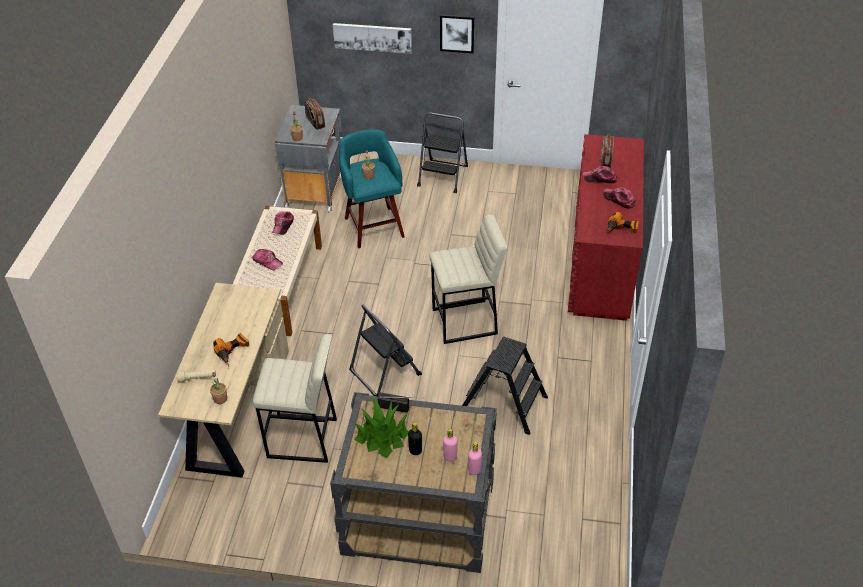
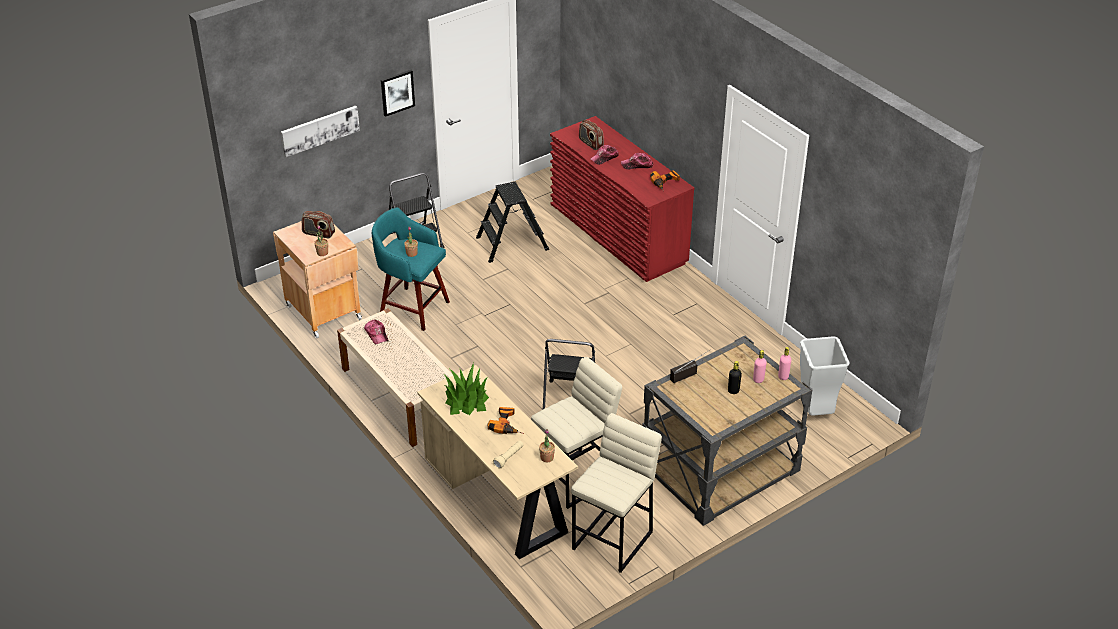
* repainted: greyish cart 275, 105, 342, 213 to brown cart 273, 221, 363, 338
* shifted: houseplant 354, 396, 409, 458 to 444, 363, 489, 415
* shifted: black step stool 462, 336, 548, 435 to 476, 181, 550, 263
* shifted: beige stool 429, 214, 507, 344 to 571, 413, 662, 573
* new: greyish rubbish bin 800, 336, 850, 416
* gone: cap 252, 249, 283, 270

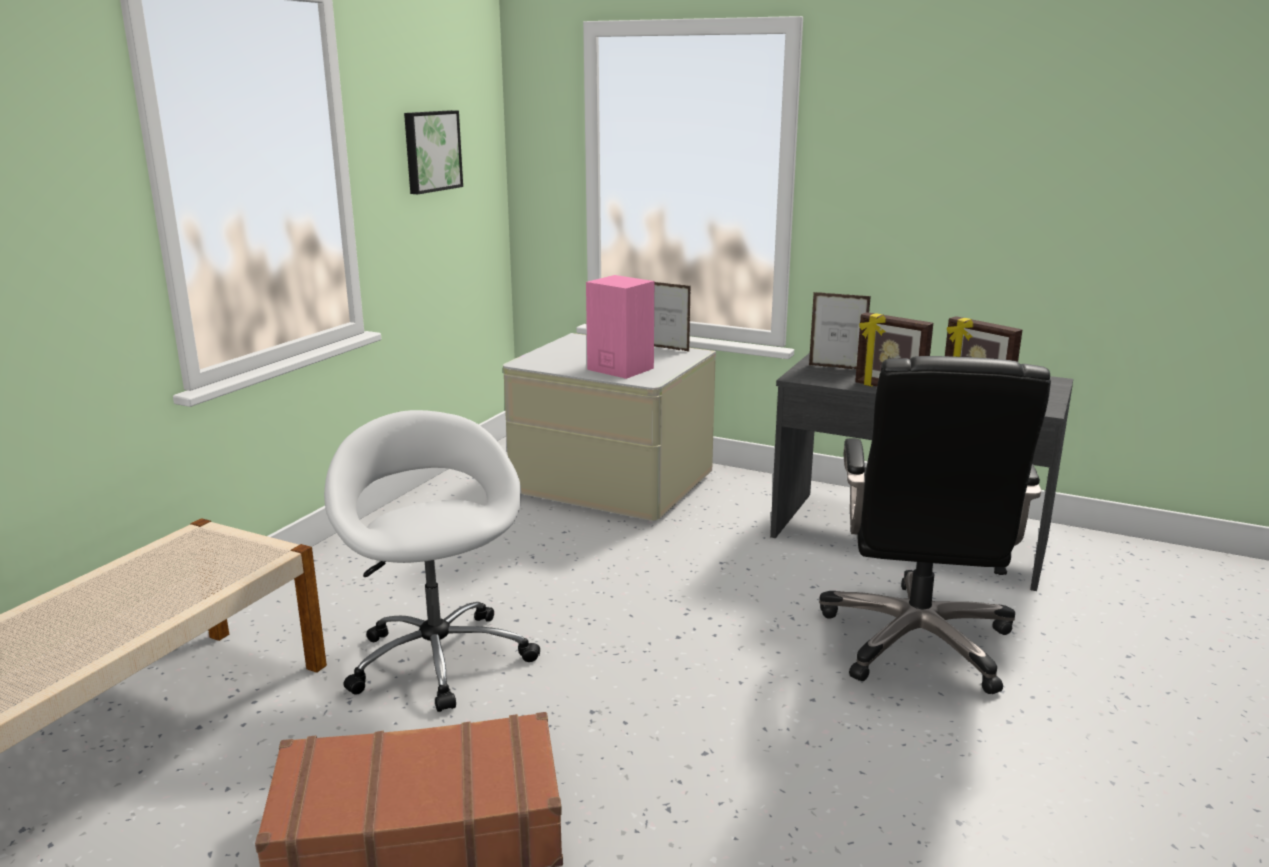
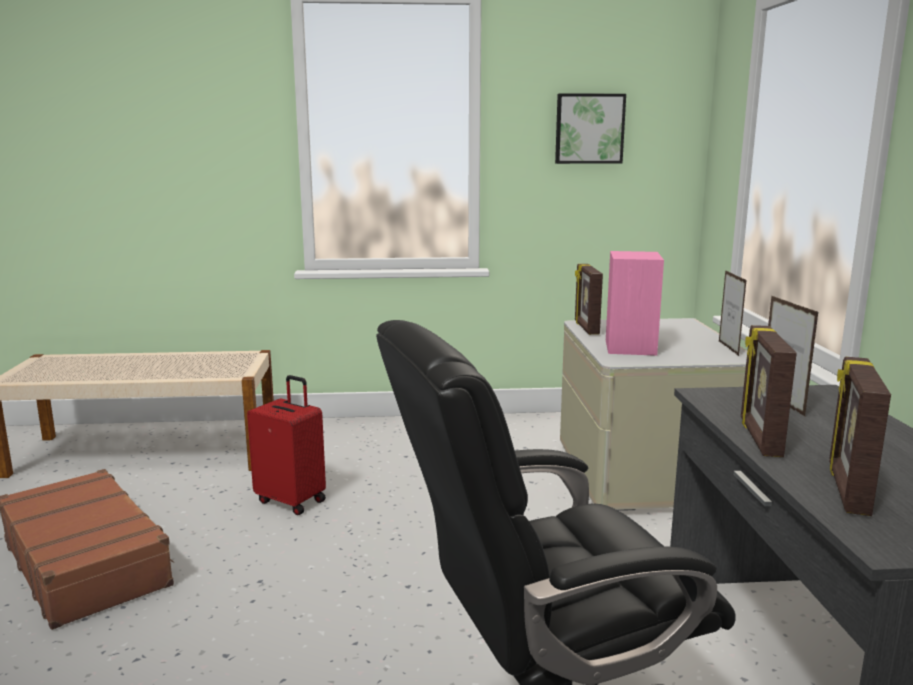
* swapped: white-coloured office chair 324, 410, 540, 712 to red piece of luggage 247, 375, 326, 515
* new: photo frame 575, 264, 603, 335

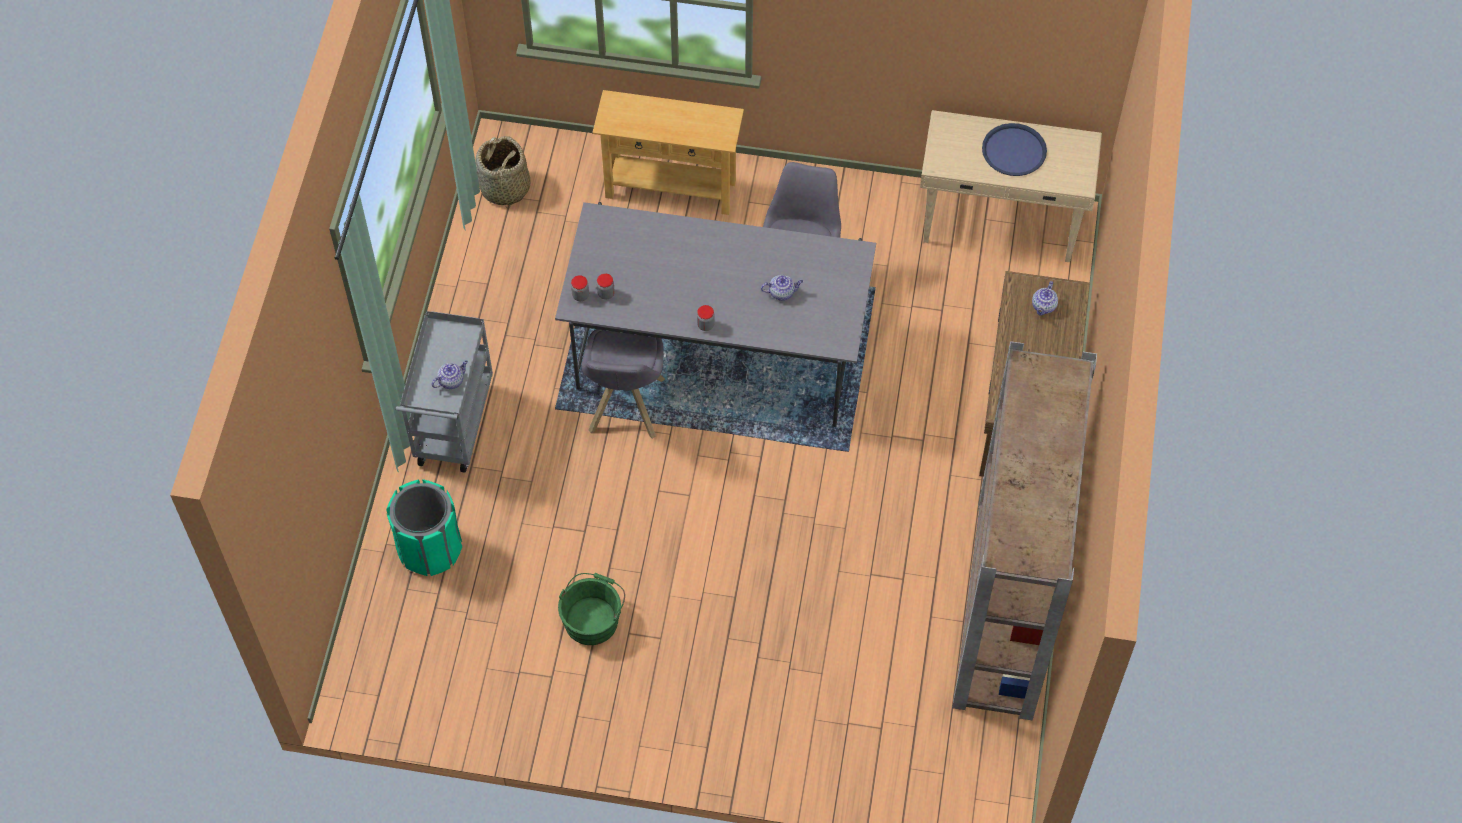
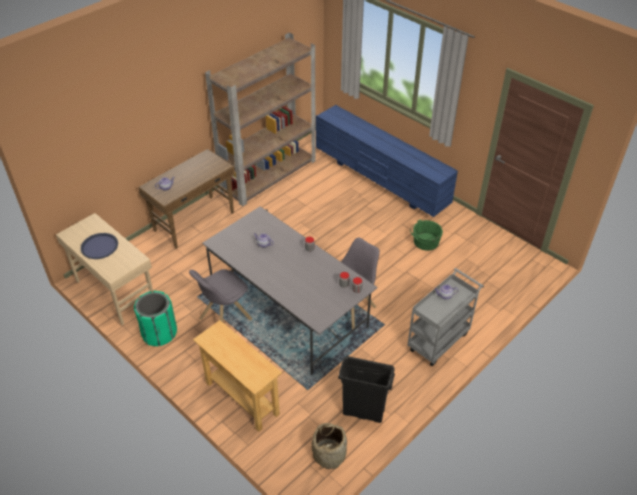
* shifted: green rubbish bin 386, 479, 462, 576 to 134, 291, 177, 346
* new: blue-coloured cupboard 316, 105, 458, 217
* new: black rubbish bin 338, 356, 395, 423

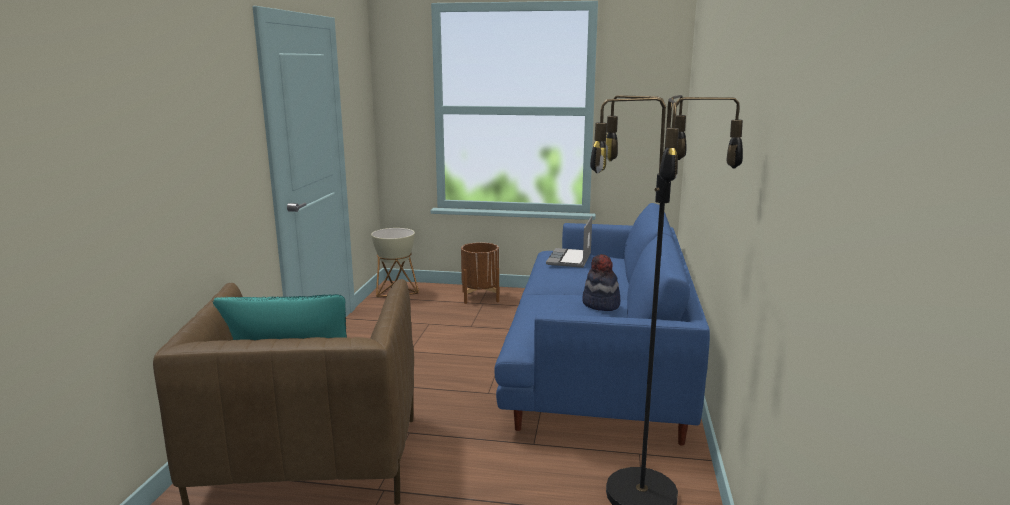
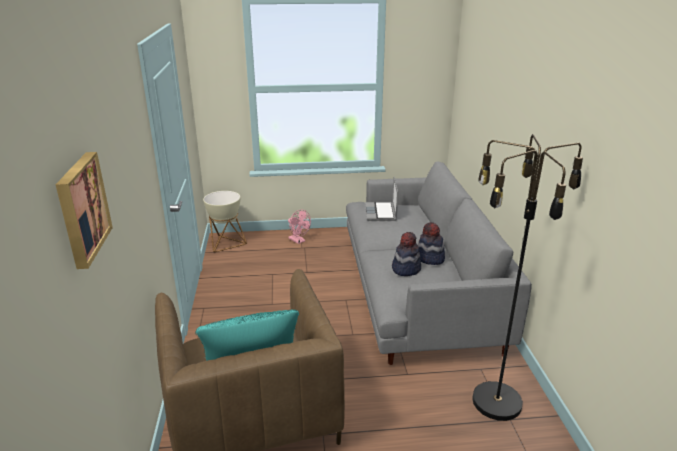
* new: picture 55, 152, 113, 269
* swapped: brown planter 461, 242, 499, 304 to pink-coloured fan 288, 210, 311, 244
* repainted: blue-coloured settee 494, 203, 710, 446 to greyish settee 346, 162, 532, 365
* new: clothing hat 392, 232, 421, 276

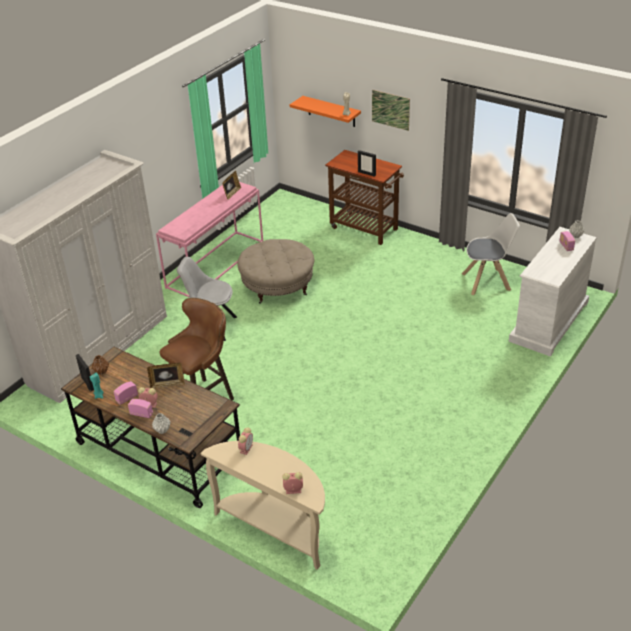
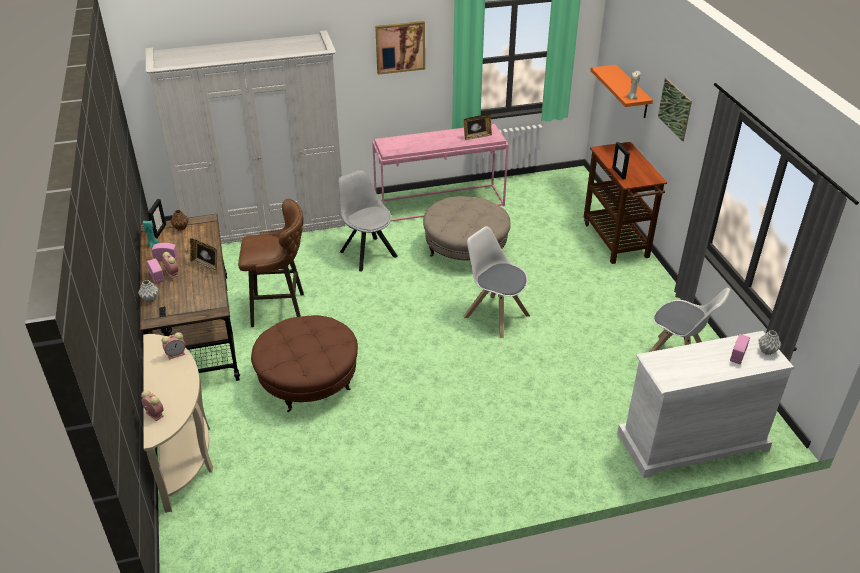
* new: brown ottoman 251, 315, 358, 412
* new: picture 375, 21, 425, 75
* new: upright chair 464, 226, 530, 338

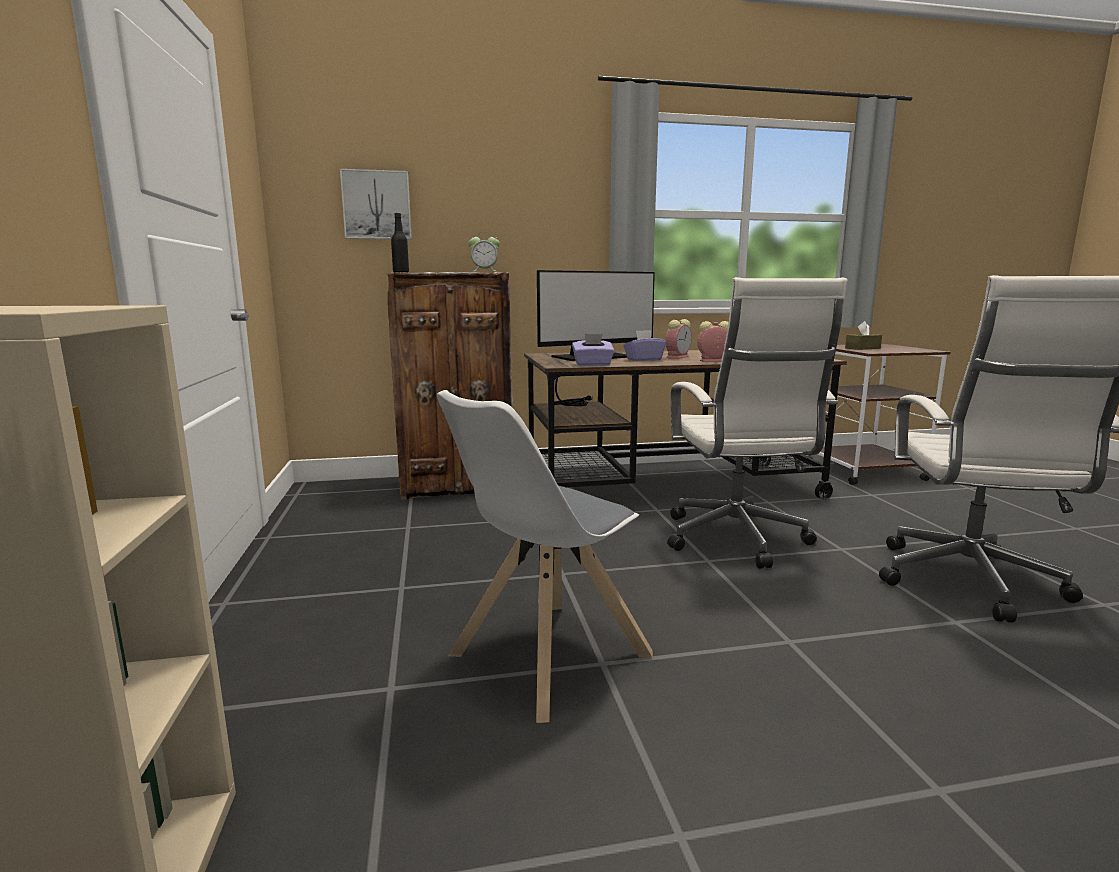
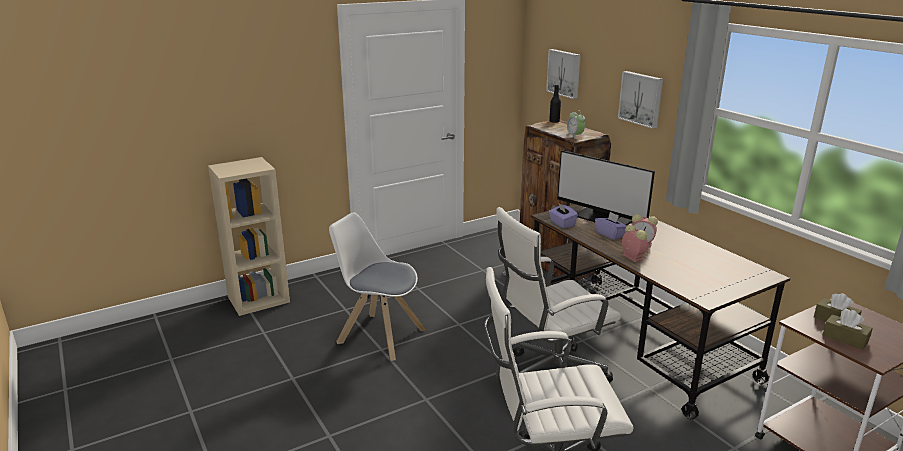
* new: picture 618, 71, 663, 129
* new: brown tissue box 823, 310, 873, 349

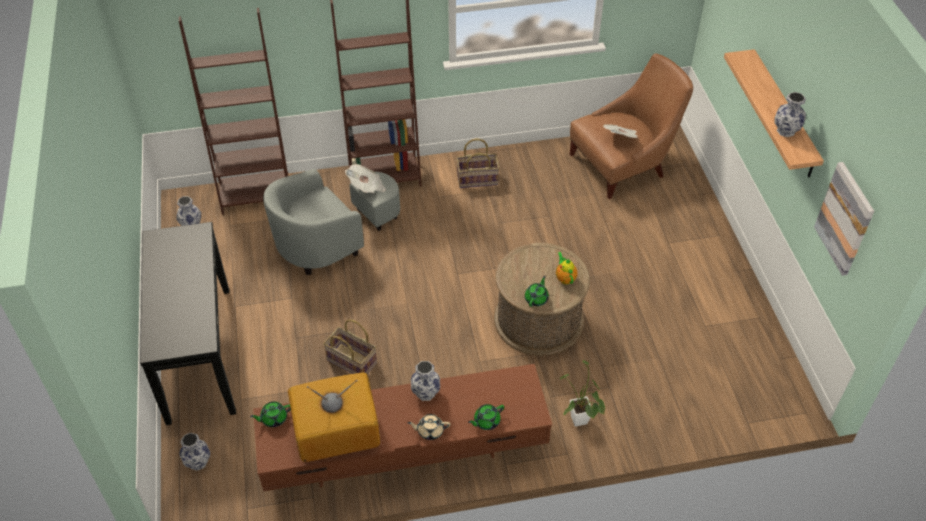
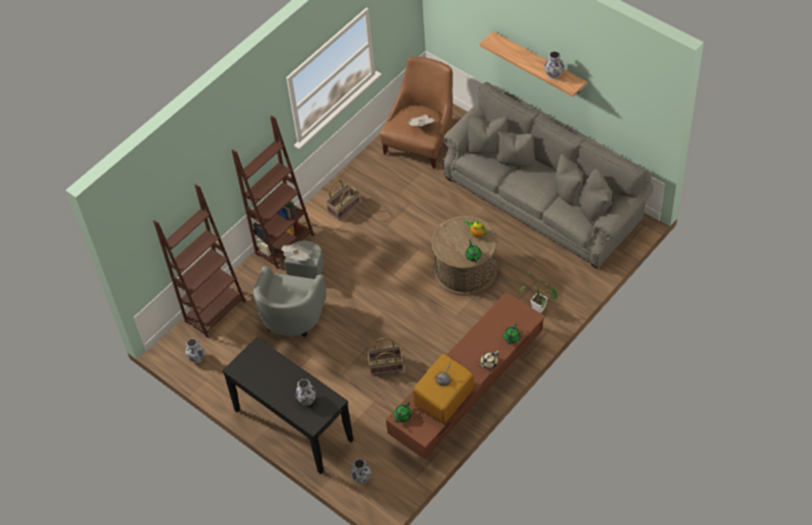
* shifted: decorative vase 411, 361, 440, 401 to 295, 379, 316, 405
* new: greyish settee 443, 82, 653, 269
* gone: picture 814, 162, 874, 276

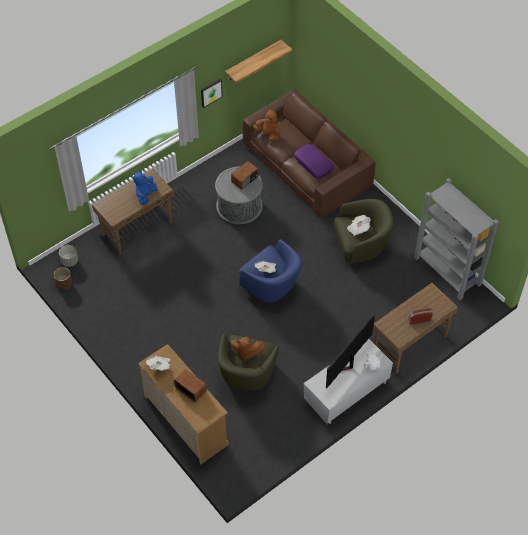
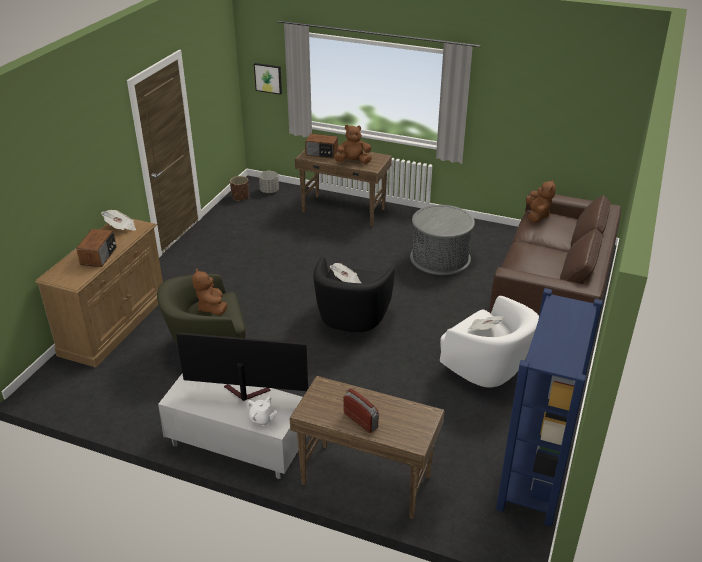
* shifted: picture 201, 79, 223, 108 to 254, 63, 282, 95
* shifted: radio receiver 231, 161, 258, 190 to 305, 134, 338, 159
* repainted: blue-coloured lounge chair 239, 239, 302, 302 to black lounge chair 313, 257, 394, 332
* repainted: blue-coloured plush toy 133, 170, 157, 205 to brown plush toy 334, 125, 372, 164
* repainted: green lounge chair 334, 199, 394, 264 to white-coloured lounge chair 440, 296, 539, 388
* repainted: greyish shelving unit 414, 178, 499, 300 to blue-coloured shelving unit 496, 288, 603, 526
* gone: bracket shelf 225, 40, 292, 84
* gone: purple-coloured pillow 294, 144, 334, 179

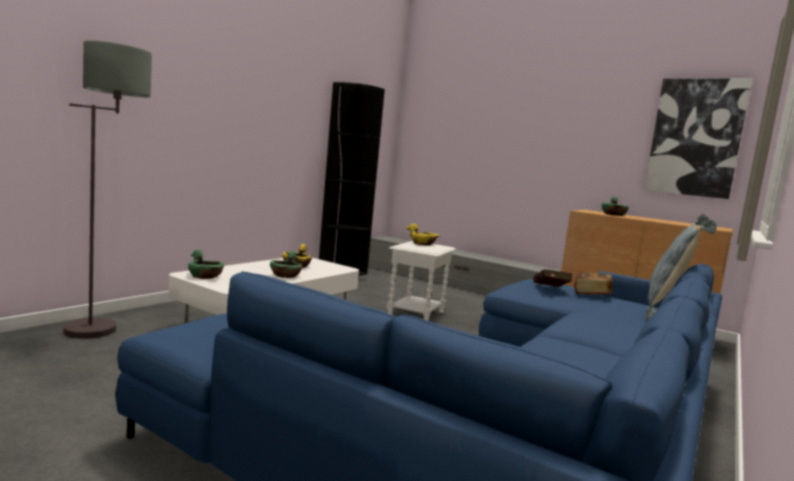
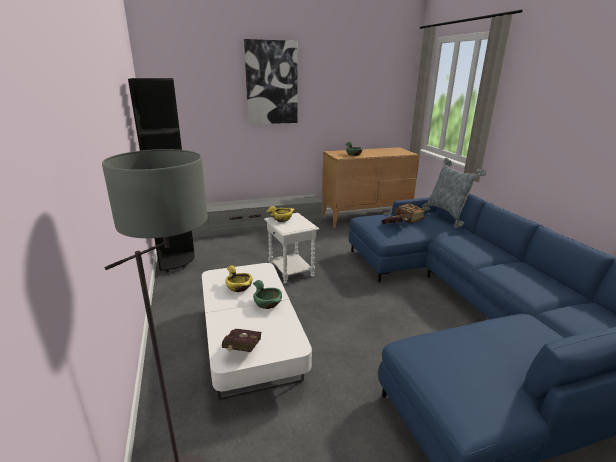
* swapped: green deep dish 188, 250, 224, 279 to red bound book 222, 328, 261, 352
* shifted: picture 644, 79, 752, 199 to 244, 39, 298, 124

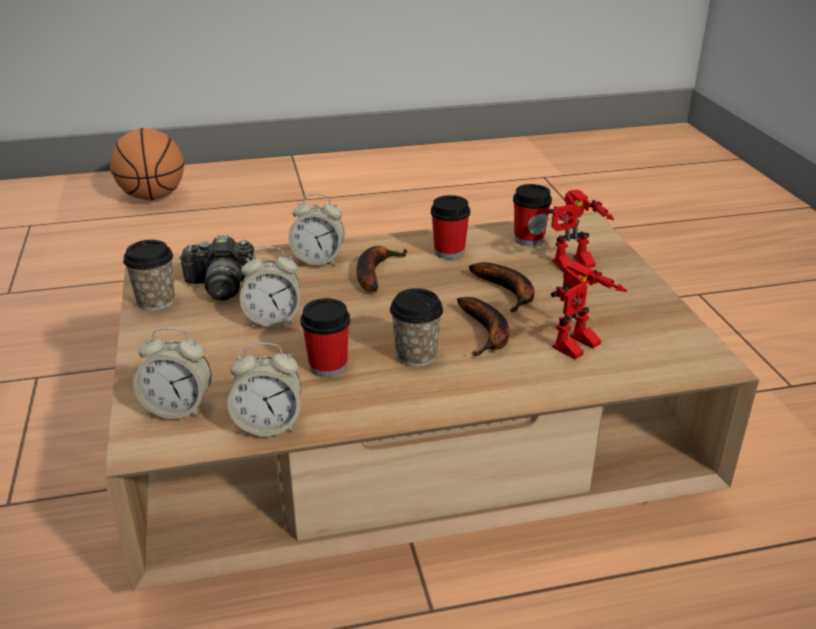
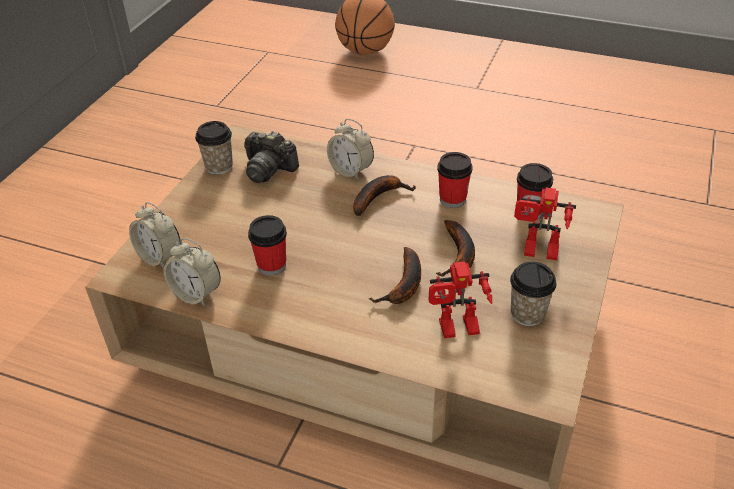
* shifted: drinking cup 390, 288, 443, 367 to 510, 261, 556, 326
* gone: alarm clock 240, 247, 301, 327

